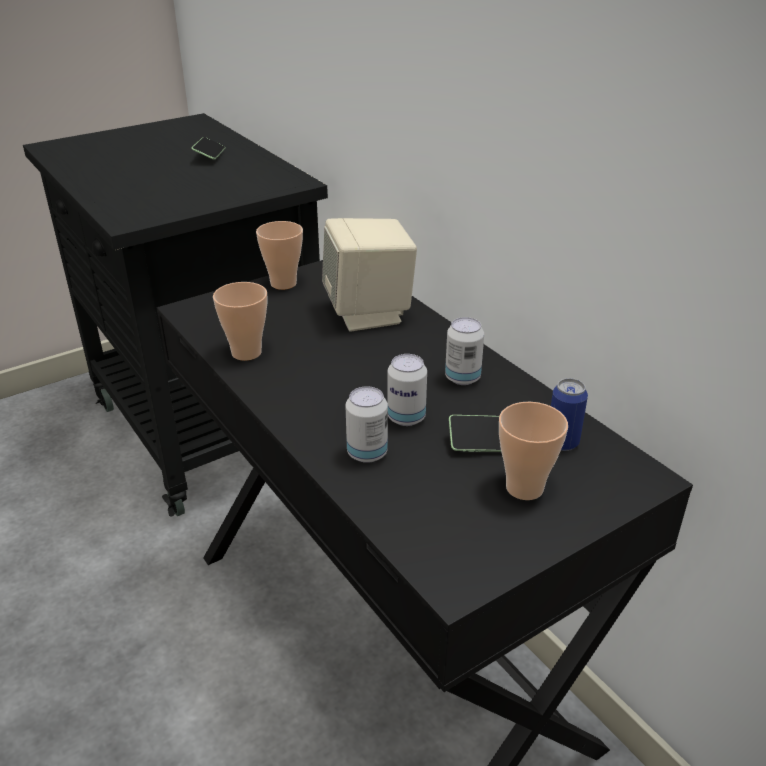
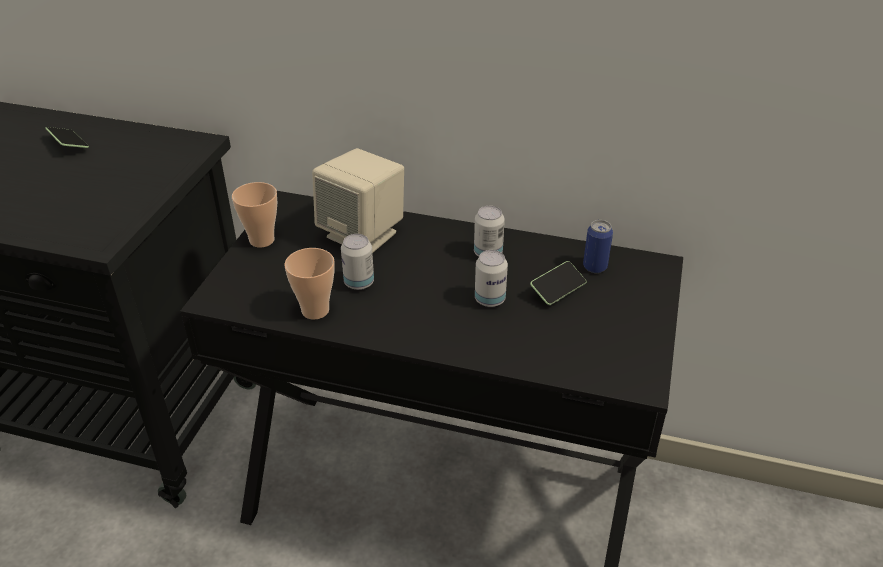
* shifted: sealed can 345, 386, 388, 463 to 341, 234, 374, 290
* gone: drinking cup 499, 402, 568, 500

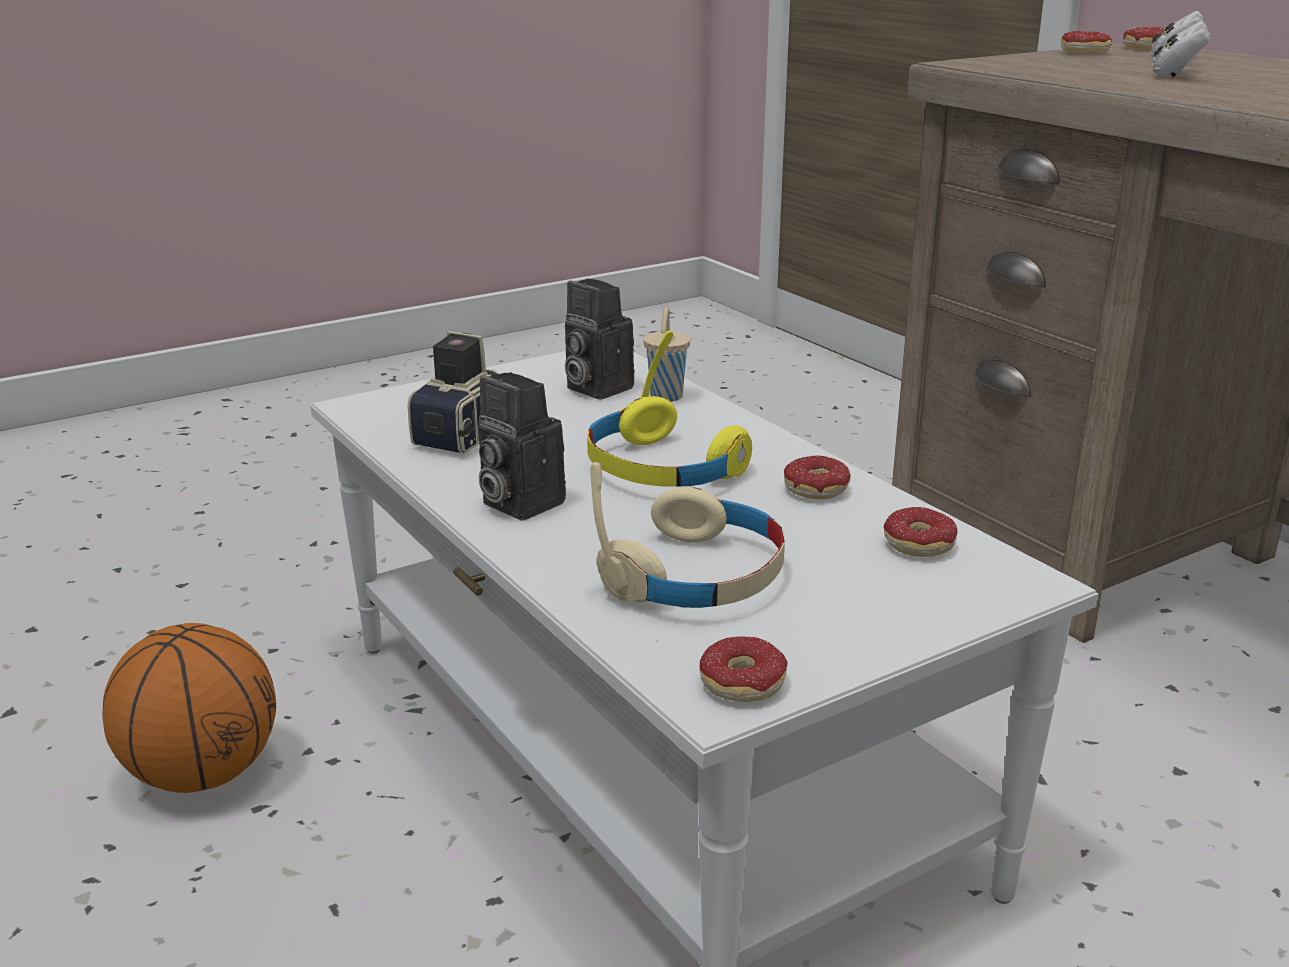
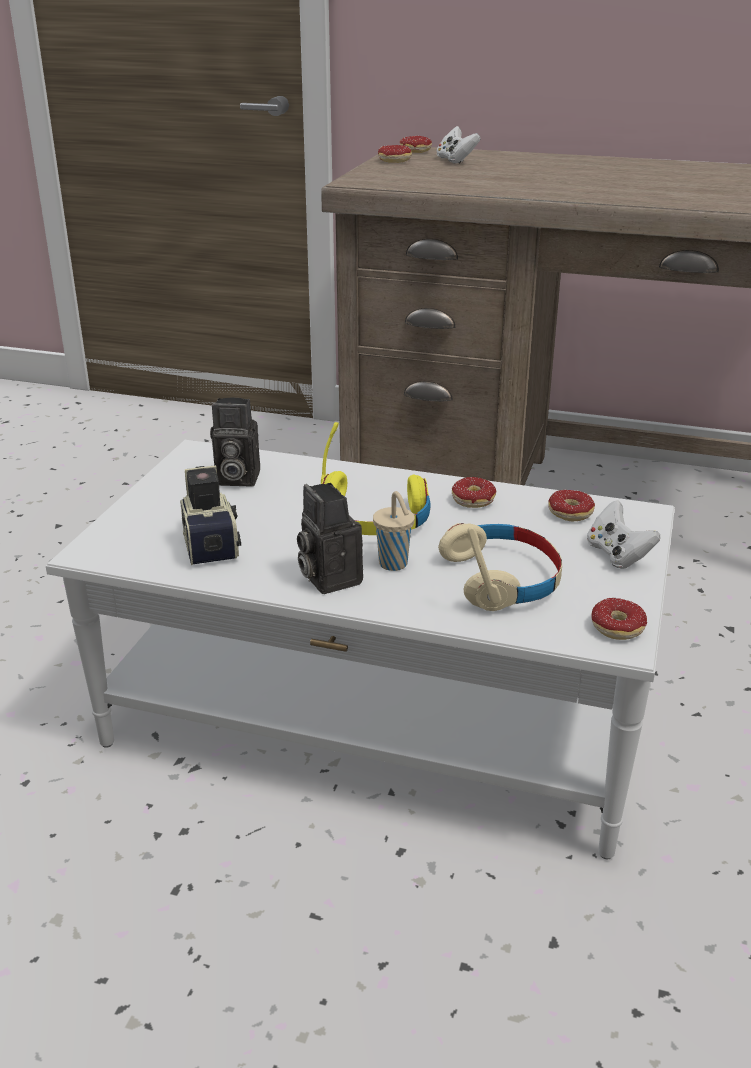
* rotated: still camera 478, 372, 566, 520 = 297, 483, 363, 594 60 degrees clockwise
* shifted: beige drinking cup 644, 307, 690, 402 to 373, 491, 415, 571
* shifted: white-coloured gamepad 1153, 22, 1211, 77 to 587, 500, 660, 569
* gone: basketball 102, 623, 276, 793

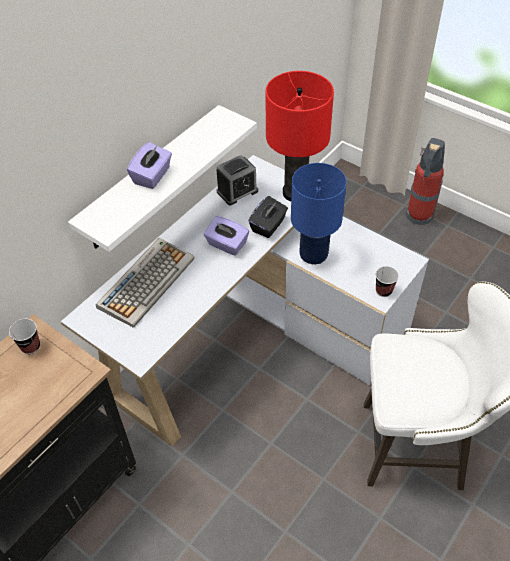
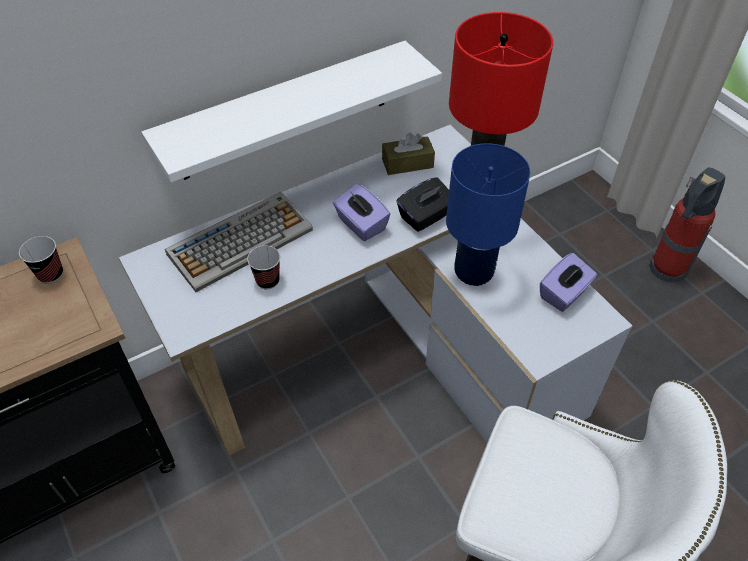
* shifted: drinking cup 376, 266, 399, 297 to 247, 246, 280, 289
* swapped: alarm clock 217, 155, 258, 206 to brown tissue box 382, 133, 435, 175
* shifted: purple-coloured tissue box 127, 142, 172, 189 to 540, 253, 597, 312

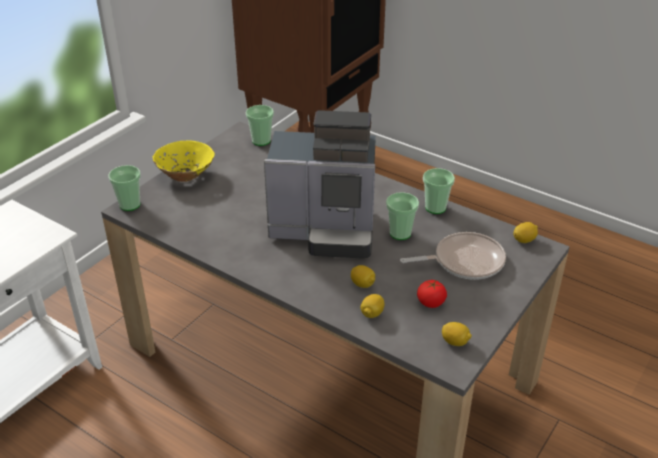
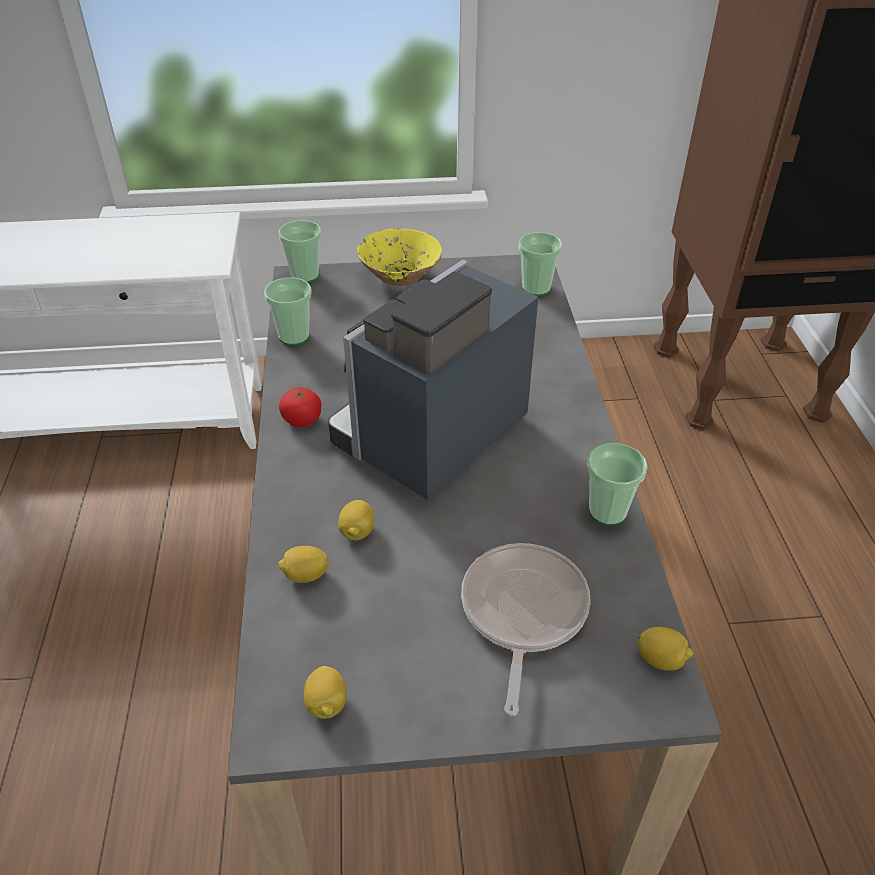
* shifted: drinking cup 386, 192, 419, 240 to 264, 278, 312, 345
* shifted: tomato 417, 280, 447, 308 to 279, 387, 321, 427
* rotated: coffee machine 264, 110, 376, 259 = 328, 259, 539, 500 75 degrees clockwise
* rotated: skillet 400, 232, 506, 280 = 461, 543, 591, 716 120 degrees counterclockwise

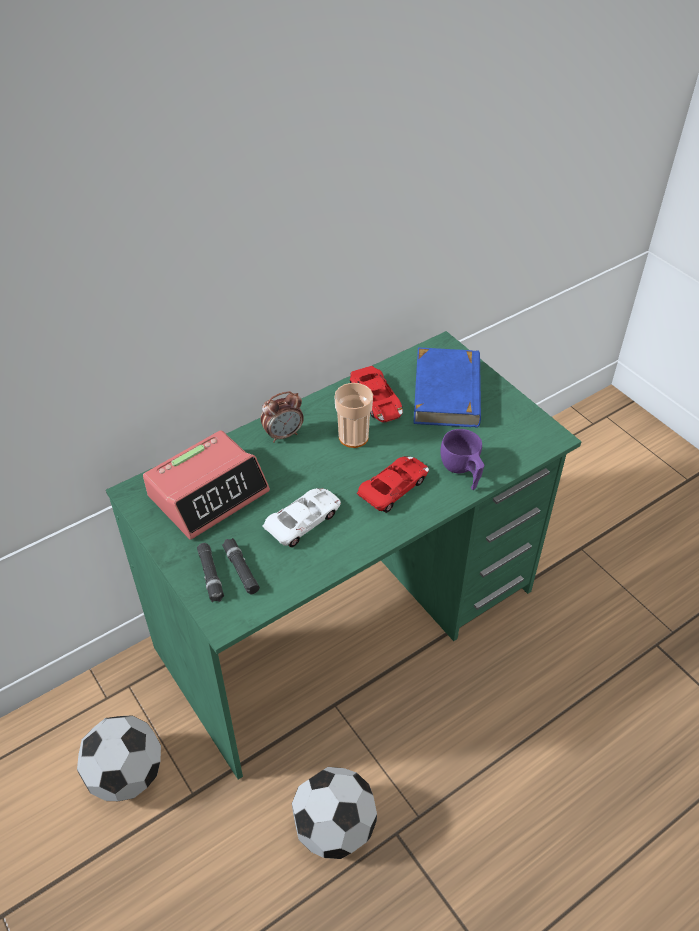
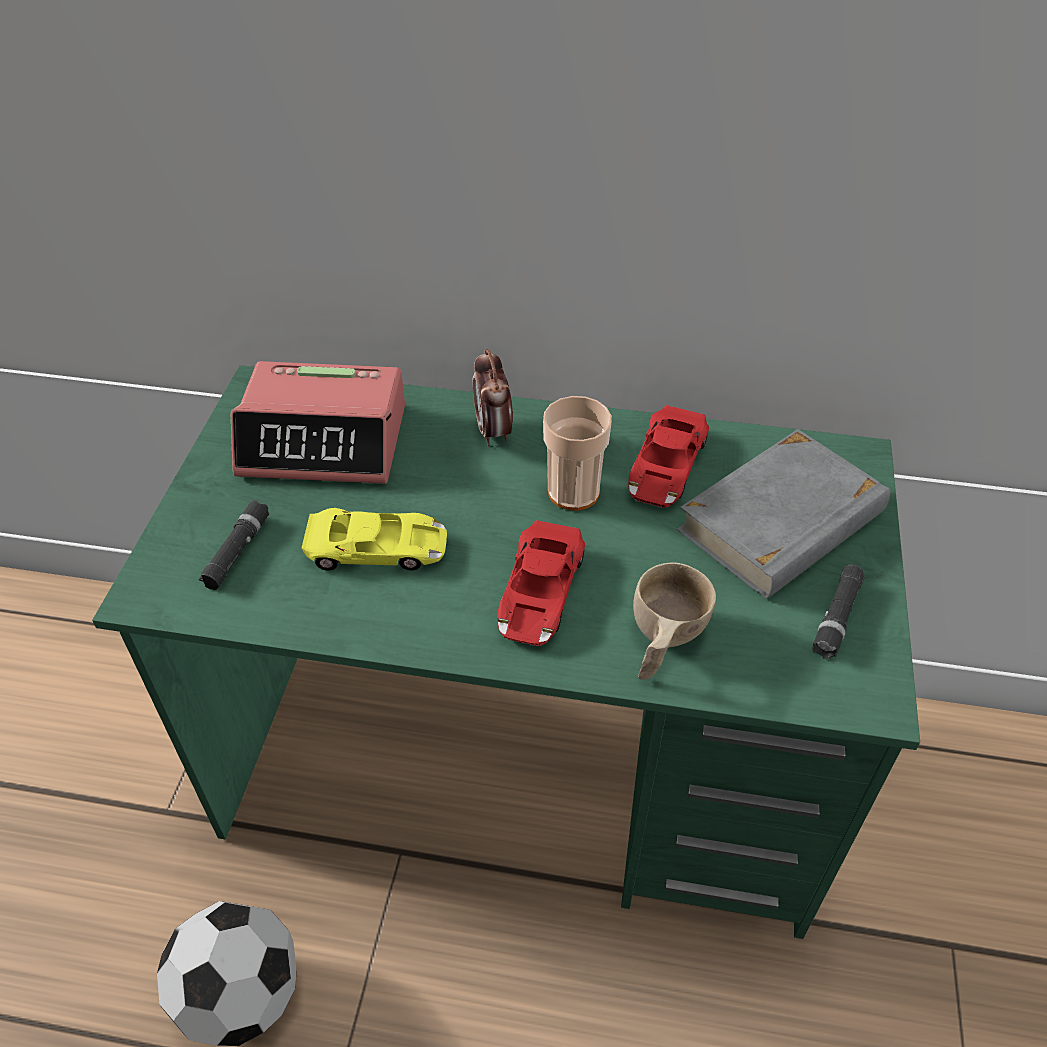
* repainted: white-coloured toy car 263, 488, 341, 547 to yellow toy car 302, 508, 447, 571
* rotated: alarm clock 261, 391, 304, 443 = 472, 349, 513, 446 60 degrees clockwise
* rotated: red toy car 357, 456, 429, 513 = 497, 520, 585, 646 105 degrees clockwise
* repainted: purple-coloured drinking cup 440, 429, 484, 490 to beige drinking cup 633, 562, 716, 680
* repainted: blue-coloured bound book 413, 347, 481, 428 to greyish bound book 677, 429, 890, 599
* shifted: black torch 197, 543, 224, 602 to 812, 564, 865, 660
* gone: ball for football 77, 715, 161, 801

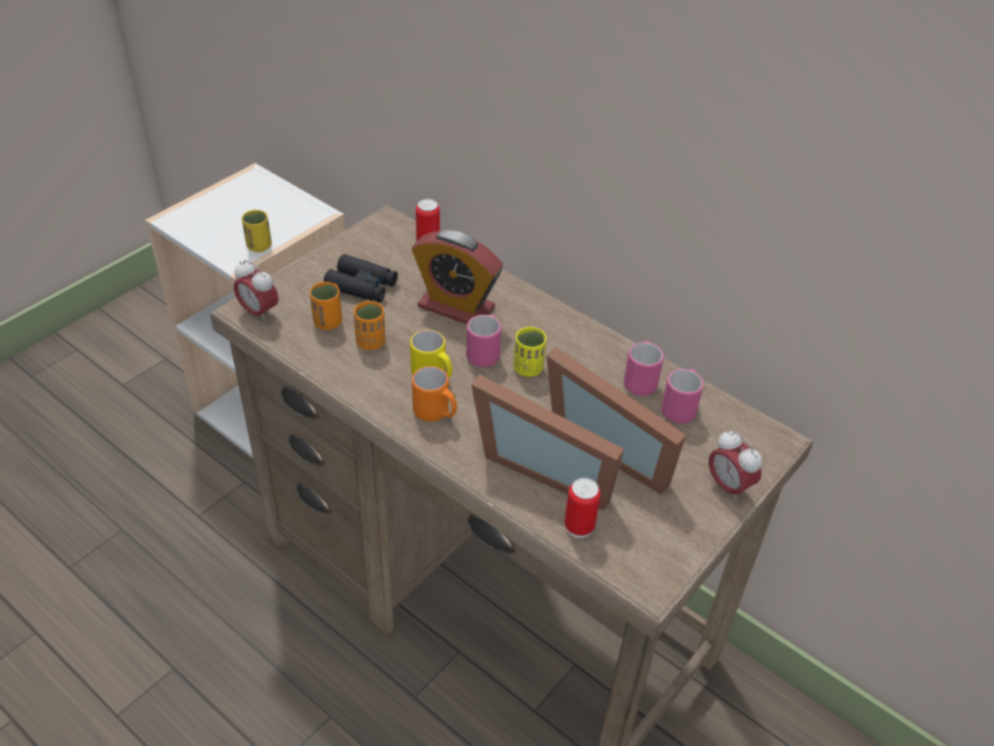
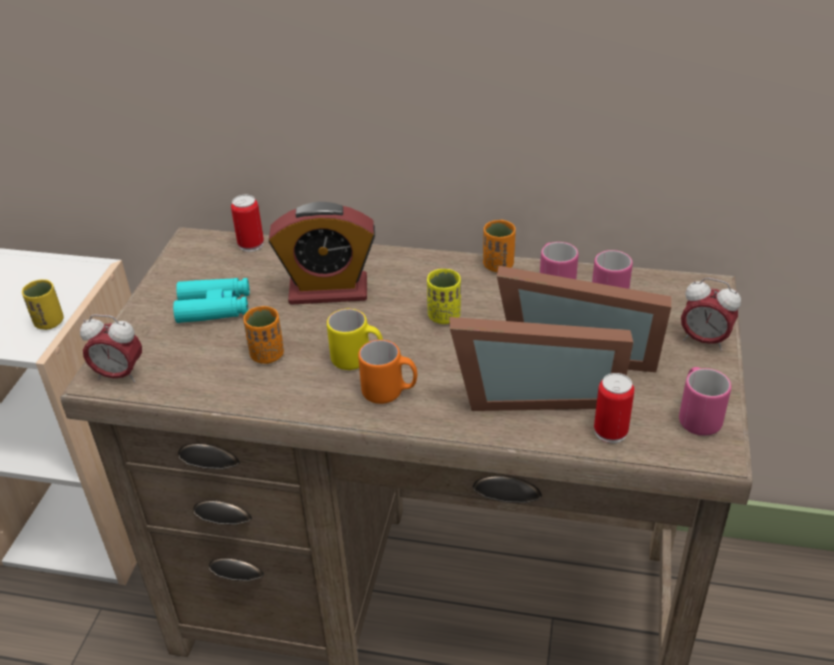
* repainted: black field glasses 323, 254, 398, 303 to blue-green field glasses 173, 278, 250, 323
* shifted: orange drinking cup 310, 282, 342, 330 to 483, 220, 516, 272
* shifted: pink-coloured tea mug 466, 315, 501, 367 to 679, 367, 731, 436

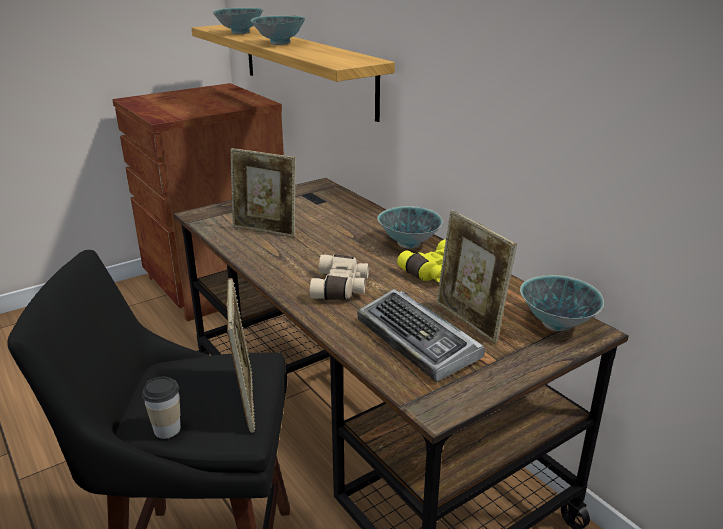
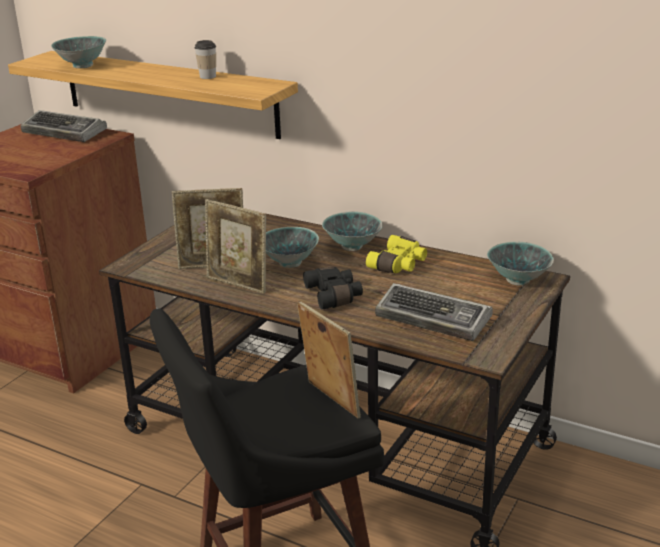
* new: computer keyboard 21, 110, 107, 142
* shifted: drinking cup 142, 376, 181, 439 to 194, 40, 216, 79
* shifted: photo frame 436, 210, 517, 343 to 205, 199, 266, 294
* shifted: deep dish 251, 15, 306, 45 to 266, 227, 319, 268
* repainted: beige field glasses 310, 254, 369, 300 to black field glasses 303, 267, 363, 309

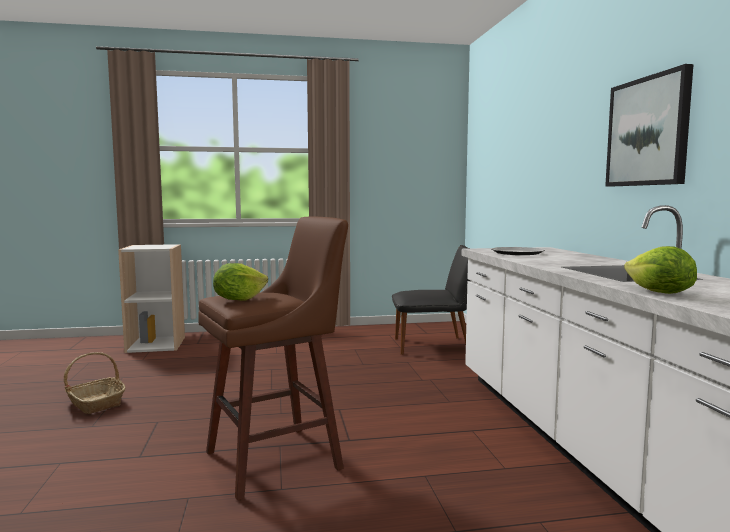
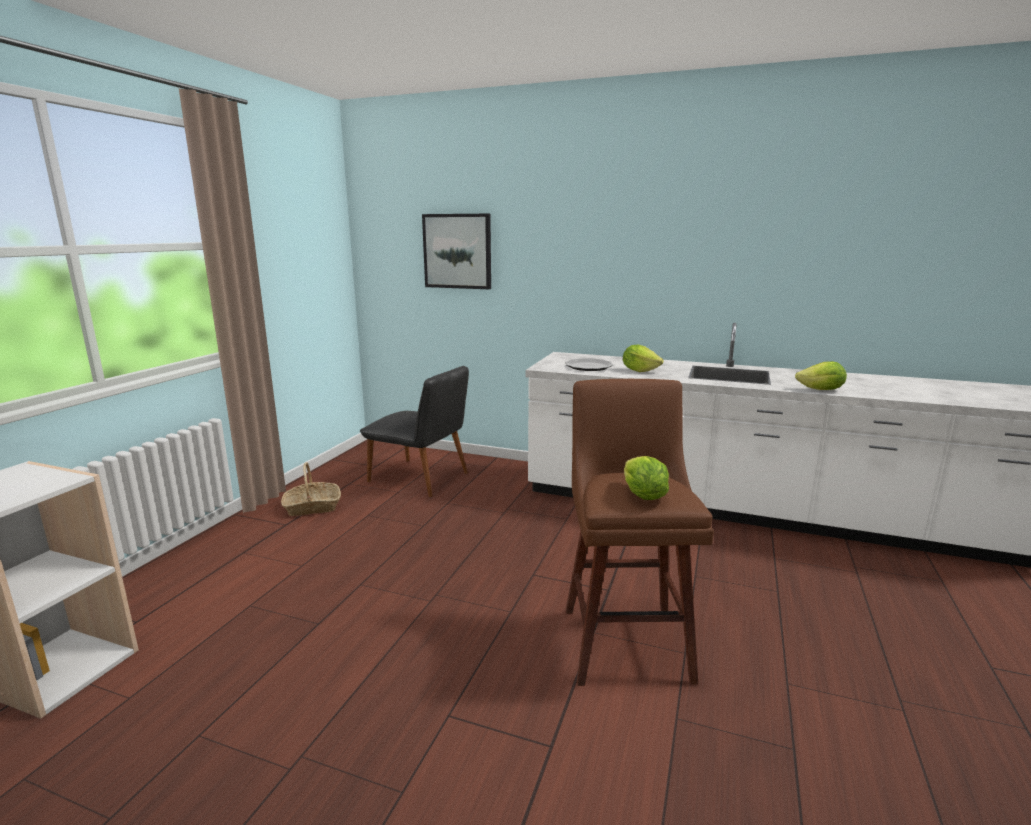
* shifted: household basket 64, 352, 126, 414 to 281, 462, 341, 516
* rotated: black upright chair 392, 245, 470, 355 = 360, 366, 469, 497 90 degrees clockwise
* shifted: picture 605, 64, 694, 186 to 422, 214, 491, 289
* new: head of lettuce 623, 345, 663, 372

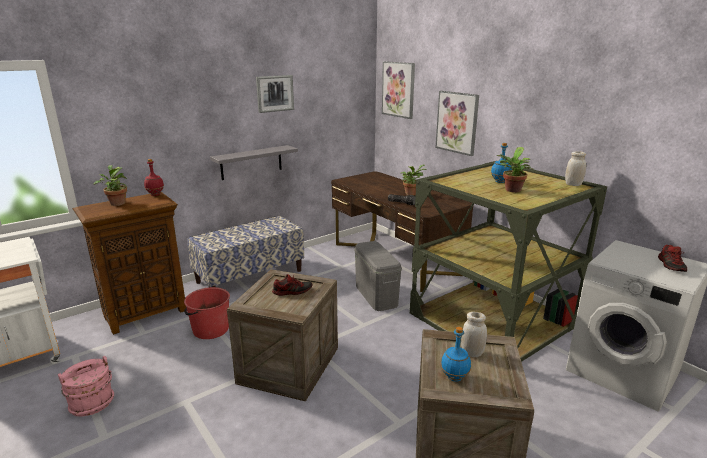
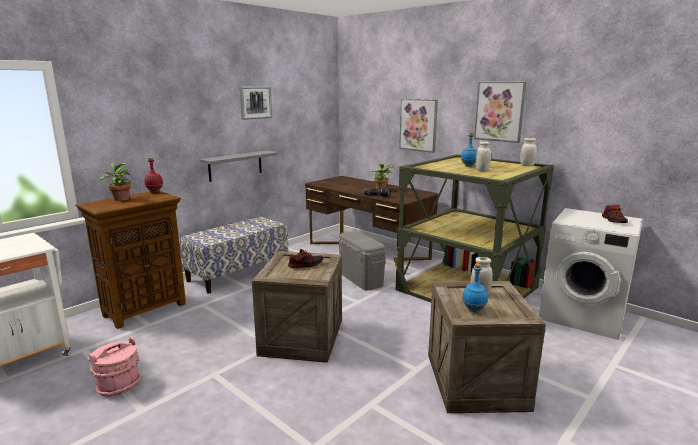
* shifted: picture 382, 61, 415, 119 to 474, 82, 526, 143
* swapped: houseplant 497, 147, 534, 193 to white-coloured jar 476, 141, 491, 171
* gone: red bucket 184, 287, 230, 339

